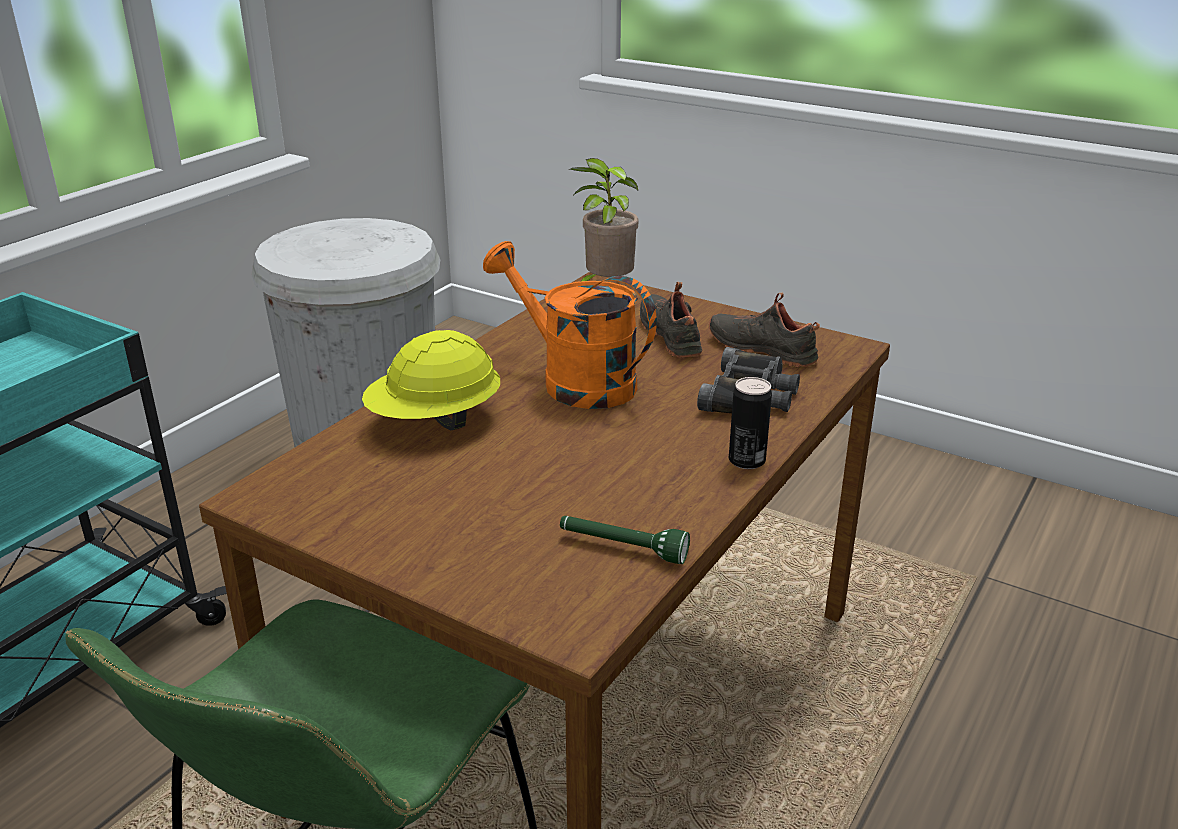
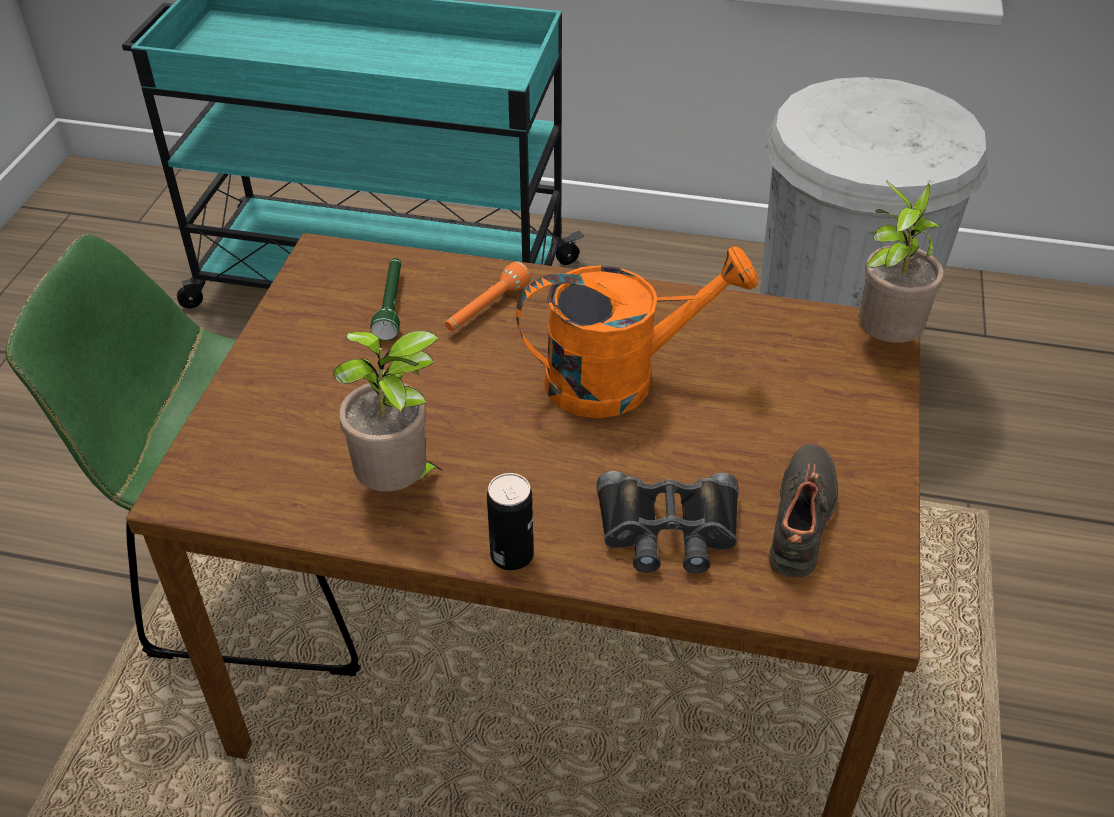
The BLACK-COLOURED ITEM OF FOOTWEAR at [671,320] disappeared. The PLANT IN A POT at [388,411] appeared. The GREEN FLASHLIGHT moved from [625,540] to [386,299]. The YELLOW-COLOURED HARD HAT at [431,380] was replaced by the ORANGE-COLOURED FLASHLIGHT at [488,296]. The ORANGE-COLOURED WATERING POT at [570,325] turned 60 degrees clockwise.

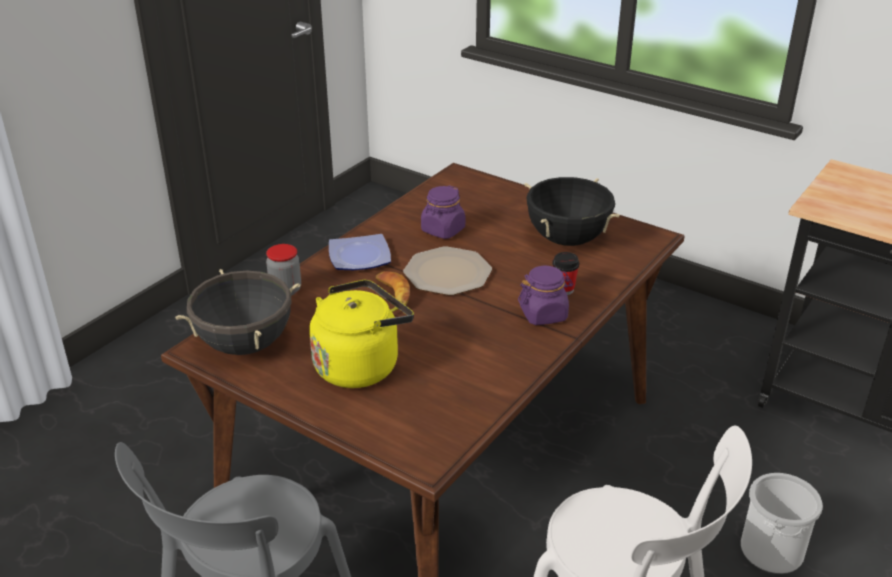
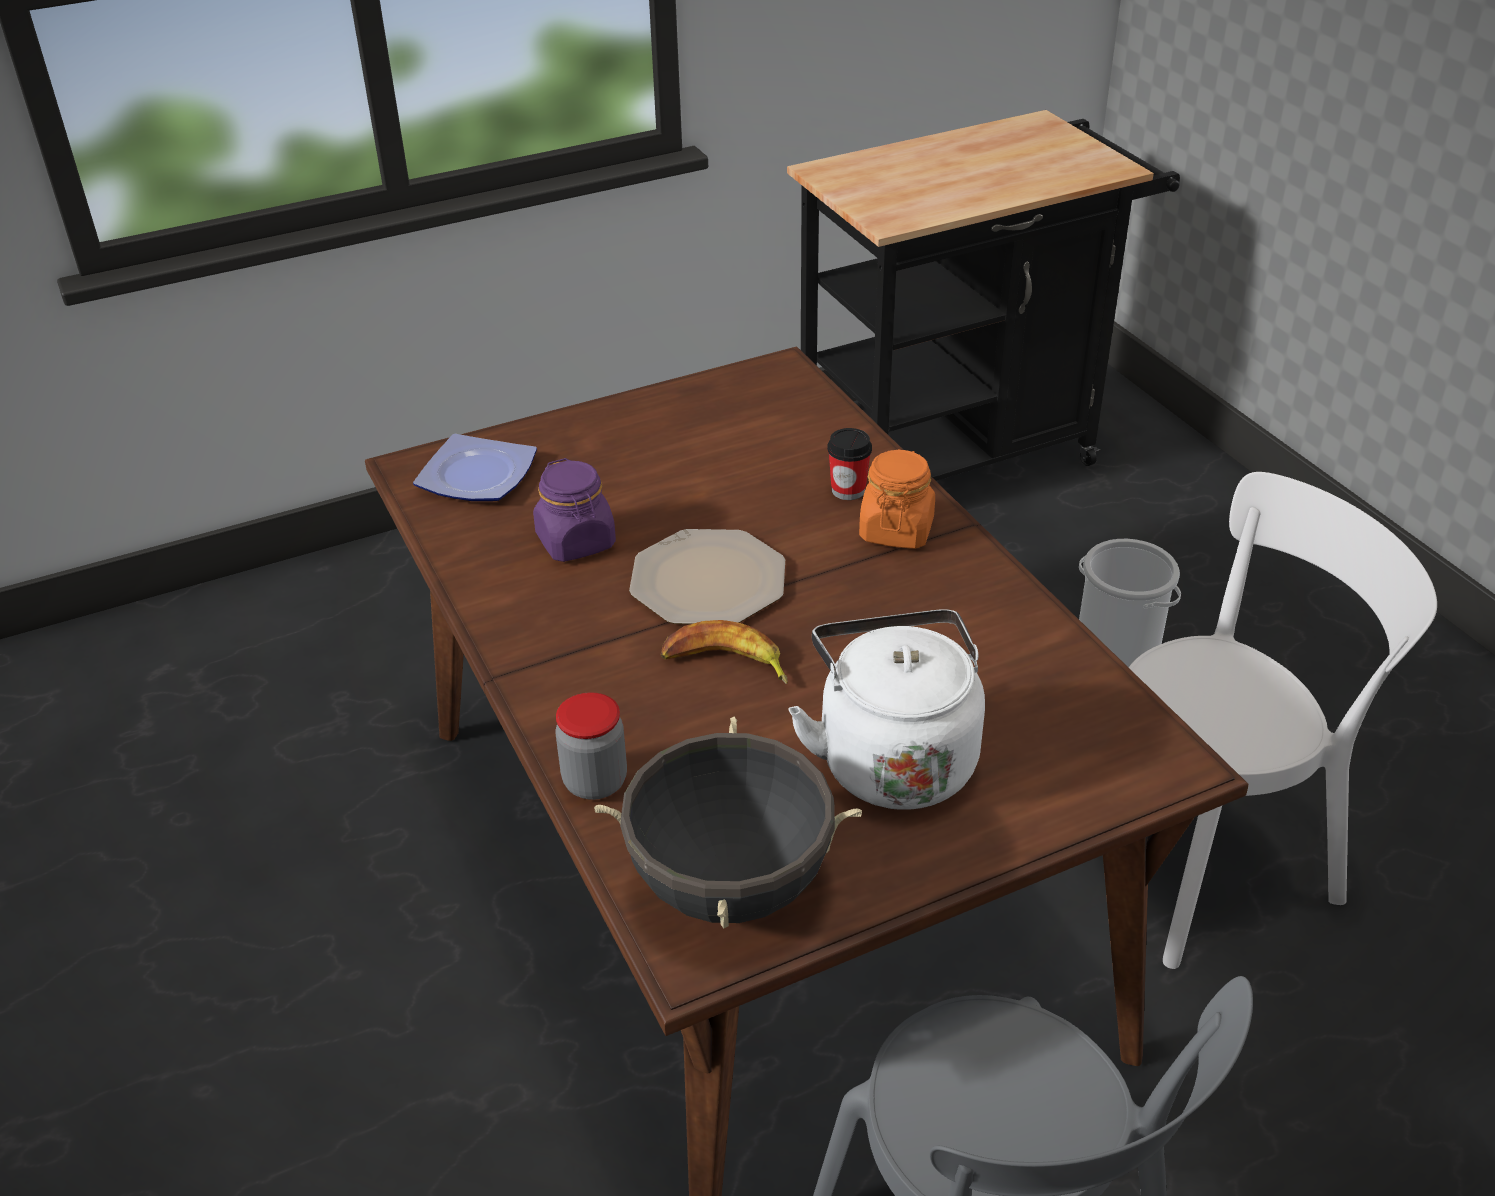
The BLACK-COLOURED SAUCEPOT at [572,211] disappeared. The PLATE moved from [360,252] to [475,467]. The YELLOW-COLOURED TEA KETTLE at [361,334] became the WHITISH TEA KETTLE at [886,709]. The PURPLISH STORAGE JAR at [545,295] became the ORANGE-COLOURED STORAGE JAR at [897,499].

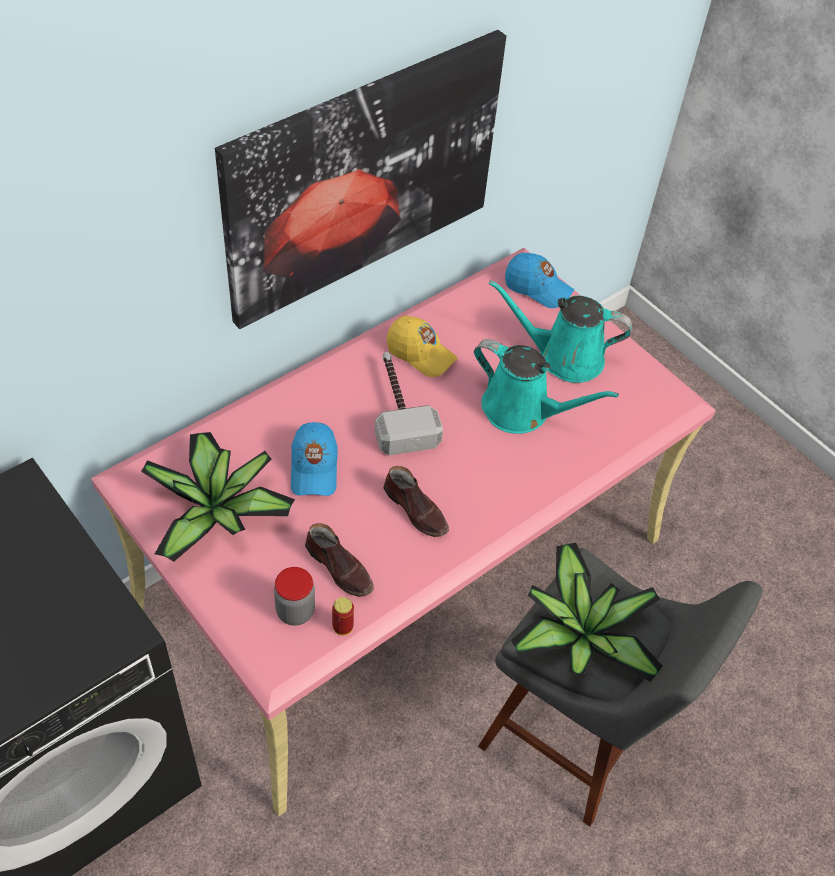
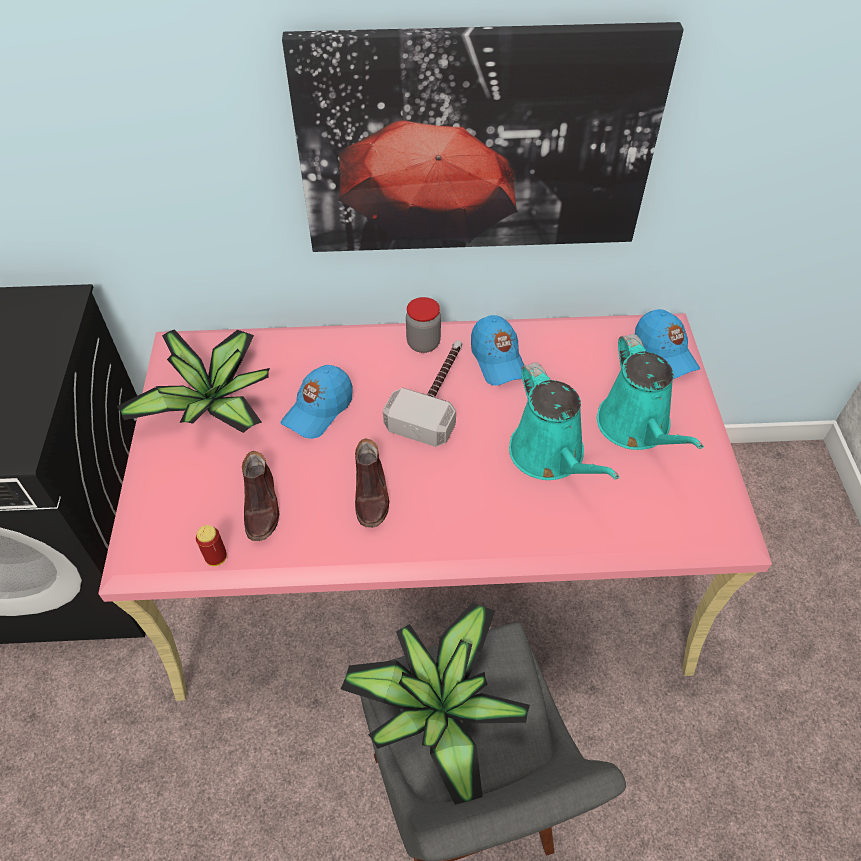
The STORAGE JAR moved from [294,596] to [423,325]. The YELLOW-COLOURED PEAKED CAP at [422,346] became the BLUE-COLOURED PEAKED CAP at [498,350]. The BLUE-GREEN WATERING POT at [560,331] turned 150 degrees counterclockwise.

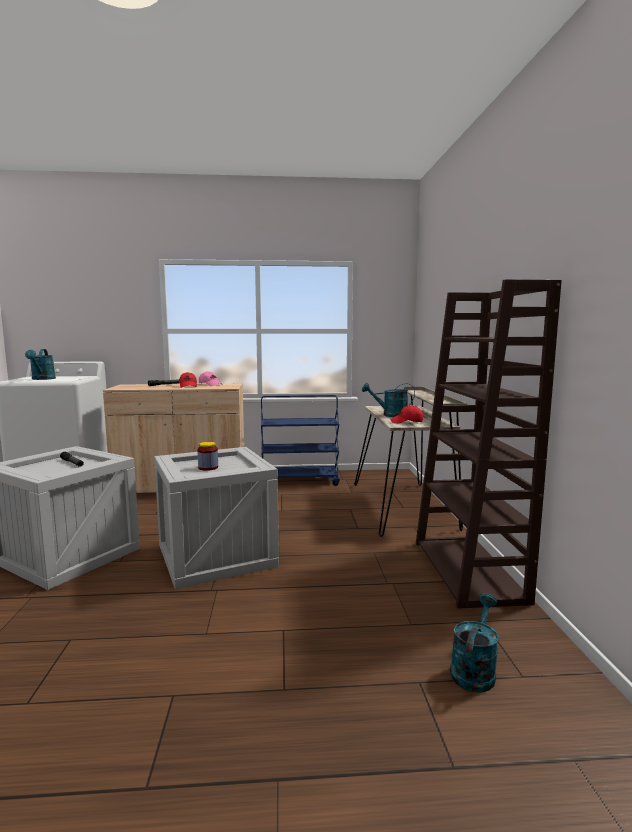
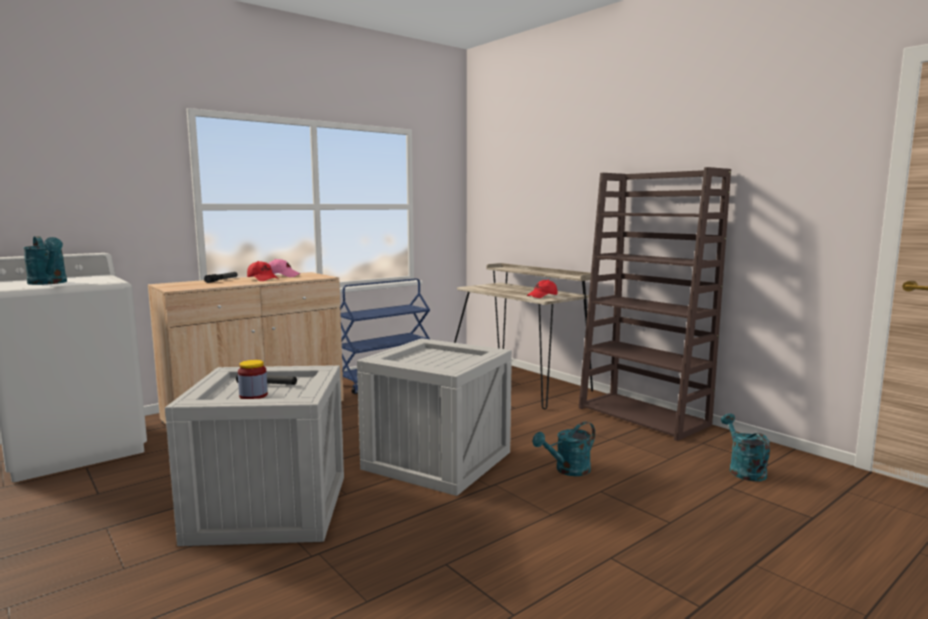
The STORAGE JAR moved from [208,456] to [253,379]. The BLUE-GREEN WATERING POT moved from [388,400] to [564,449].

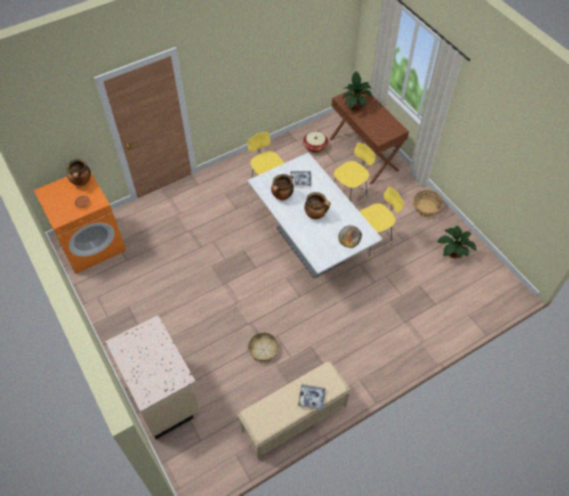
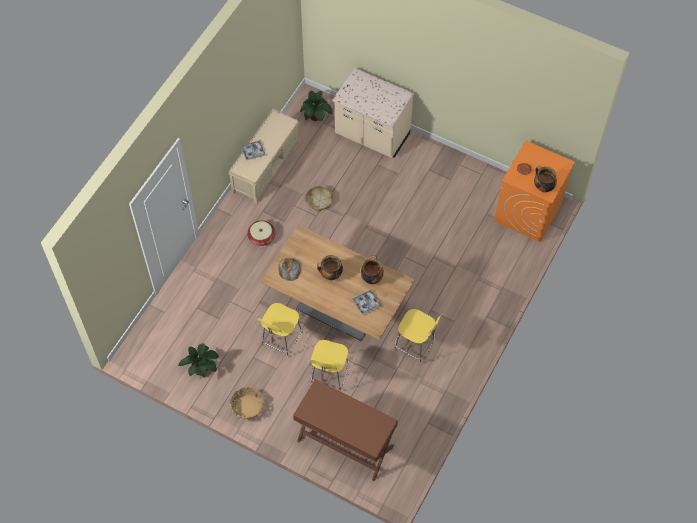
The HOUSEHOLD BASKET moved from [315,142] to [261,233]. The PLANT IN A POT moved from [357,91] to [316,106]. The WHITISH DINING TABLE at [315,215] became the BROWN DINING TABLE at [337,283].

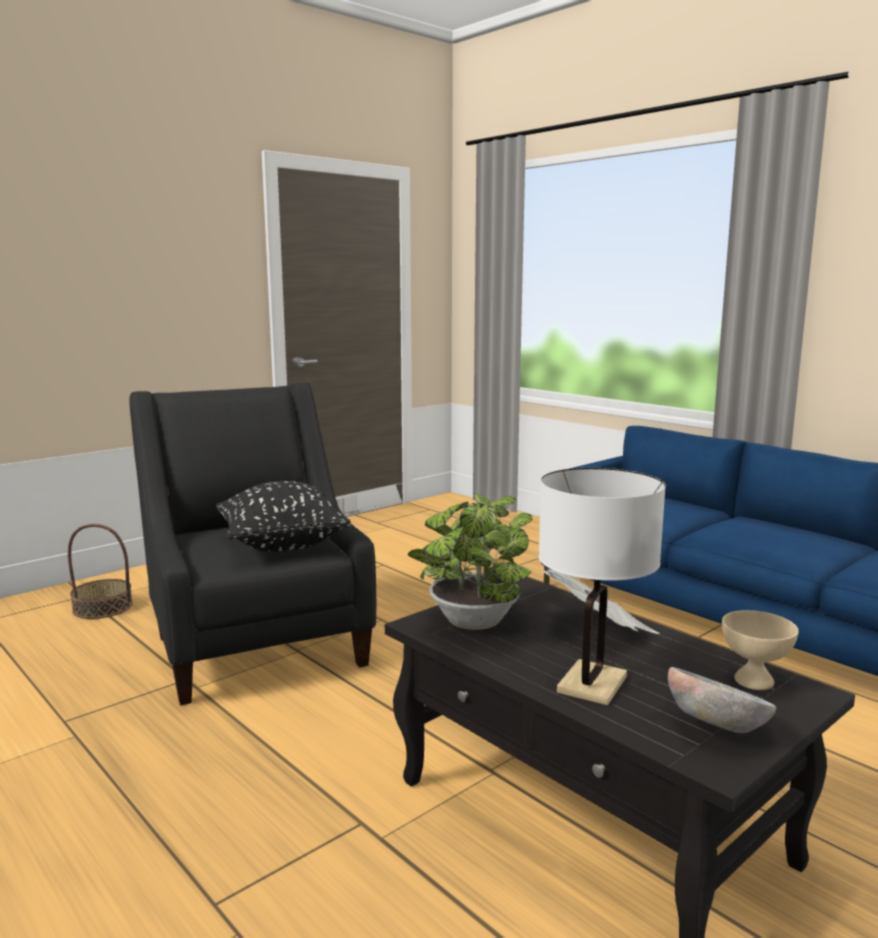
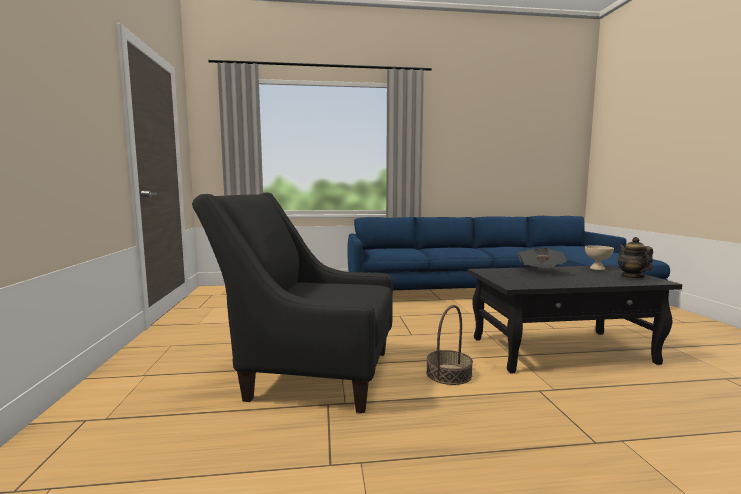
The BLACK-COLOURED PILLOW at [283,516] disappeared. The PLANT IN A POT at [470,561] disappeared. The WHITISH LAMP FOR A TABLE at [602,587] disappeared. The HOUSEHOLD BASKET moved from [100,571] to [449,345]. The BOWL at [722,700] was replaced by the TEA POT at [635,258].

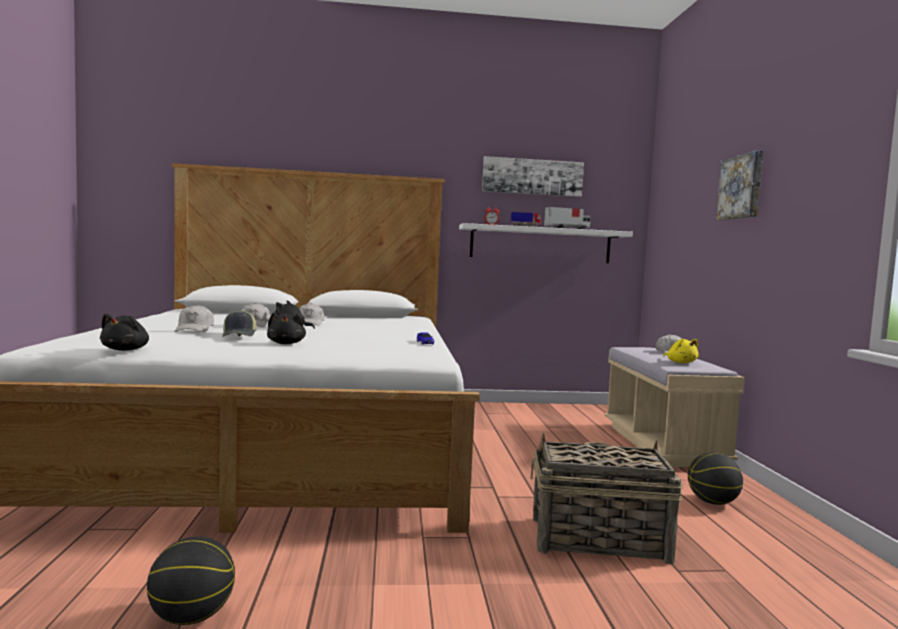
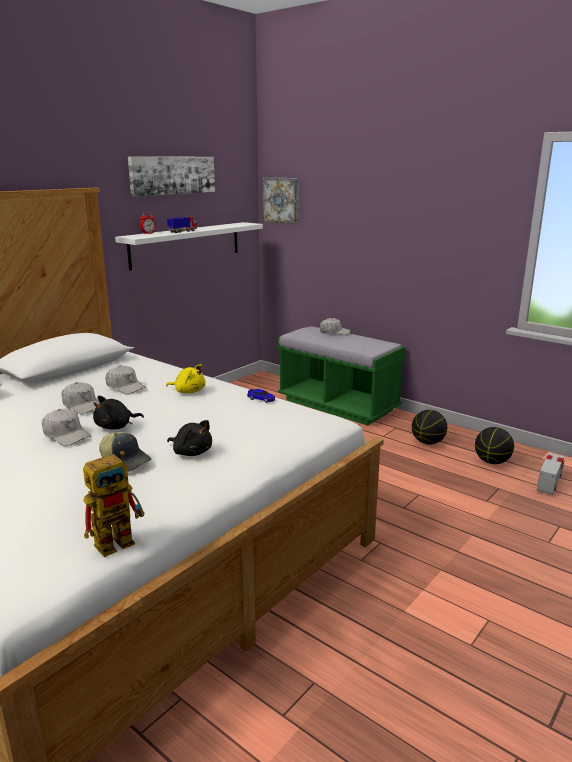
The HOUSEHOLD BASKET at [607,498] disappeared. The BASKETBALL moved from [191,580] to [494,445]. The WHITISH PEAKED CAP moved from [194,318] to [126,380]. The TOY LORRY moved from [567,218] to [551,474]. The YELLOW-COLOURED SOFT TOY moved from [681,350] to [186,378]. The WALL ART moved from [739,185] to [281,200]. The BLACK-COLOURED SOFT TOY at [124,332] was replaced by the ROBOT FIGURE at [113,504]. The SAND-COLOURED BENCH at [675,407] became the GREEN BENCH at [342,375].

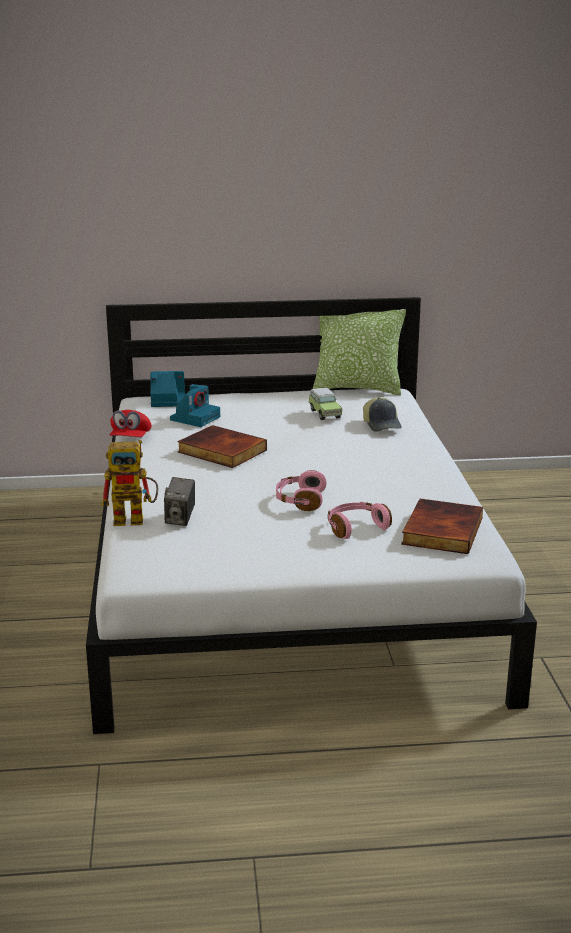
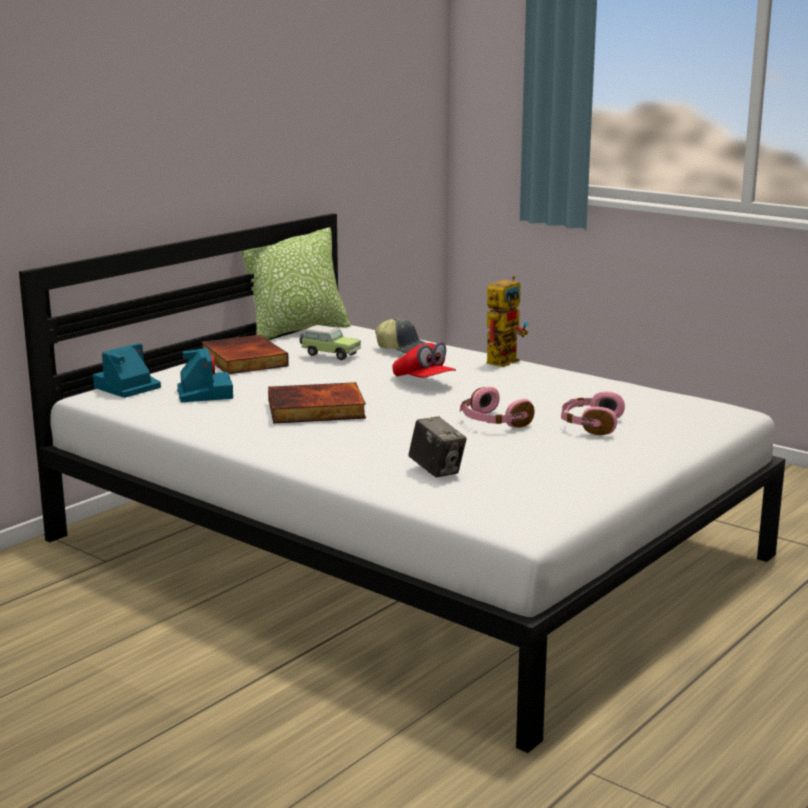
The ROBOT FIGURE moved from [129,483] to [508,321]. The RED-COLOURED PEAKED CAP moved from [131,423] to [424,360]. The VOLUME moved from [442,526] to [245,354].

